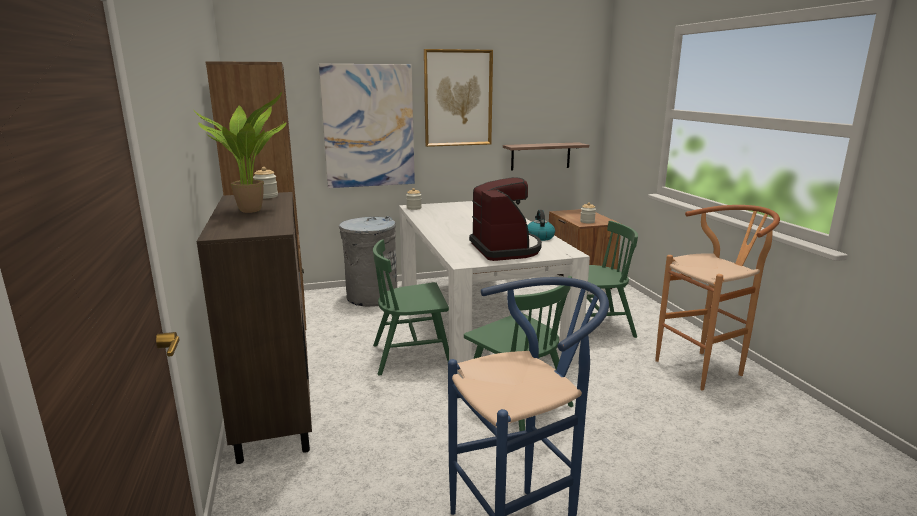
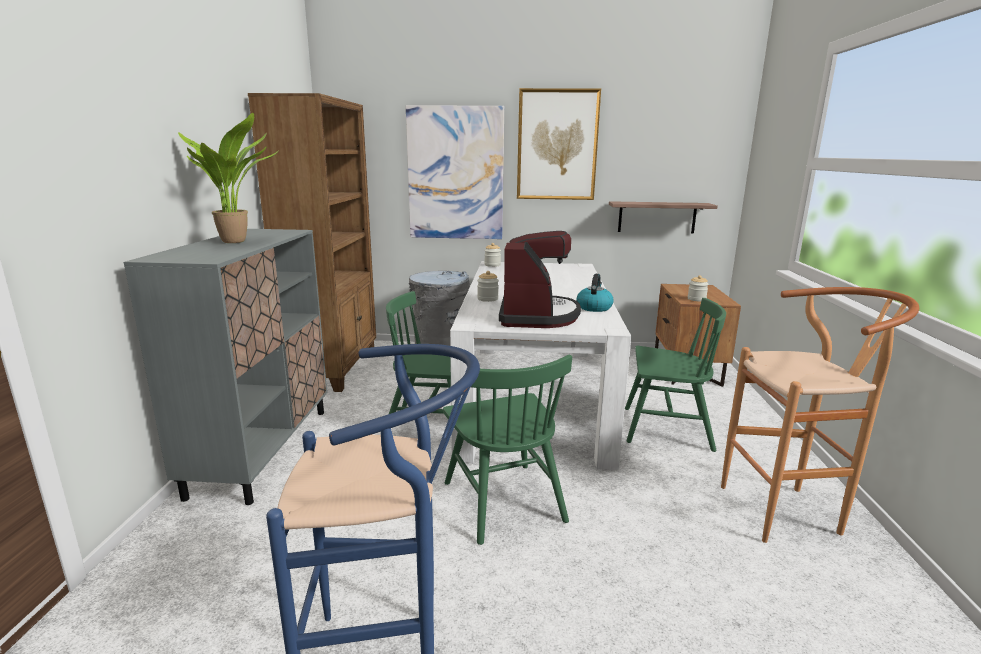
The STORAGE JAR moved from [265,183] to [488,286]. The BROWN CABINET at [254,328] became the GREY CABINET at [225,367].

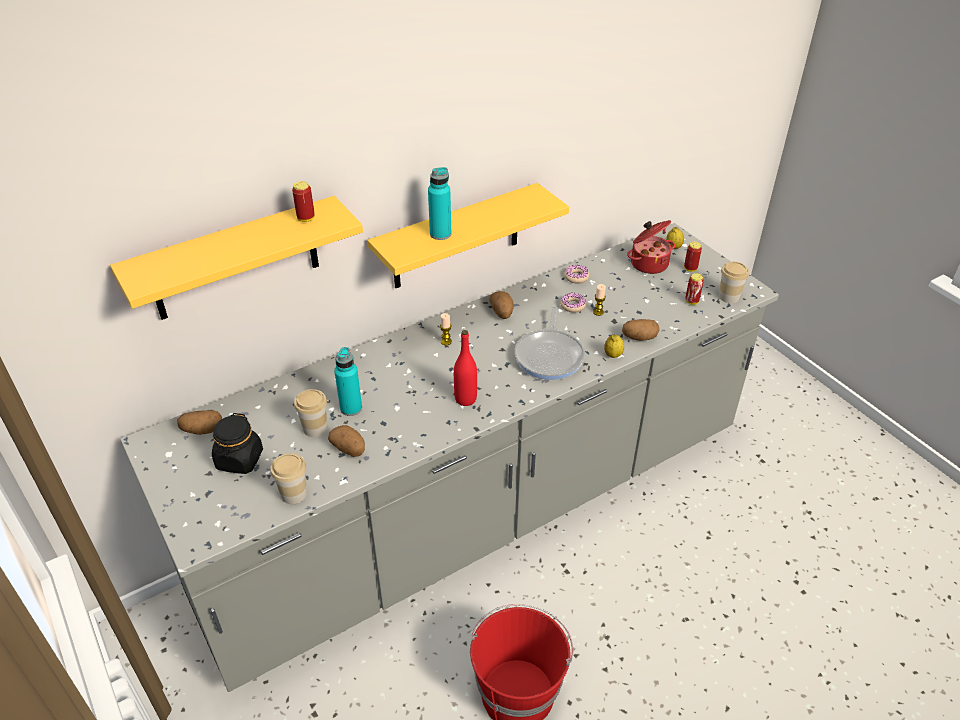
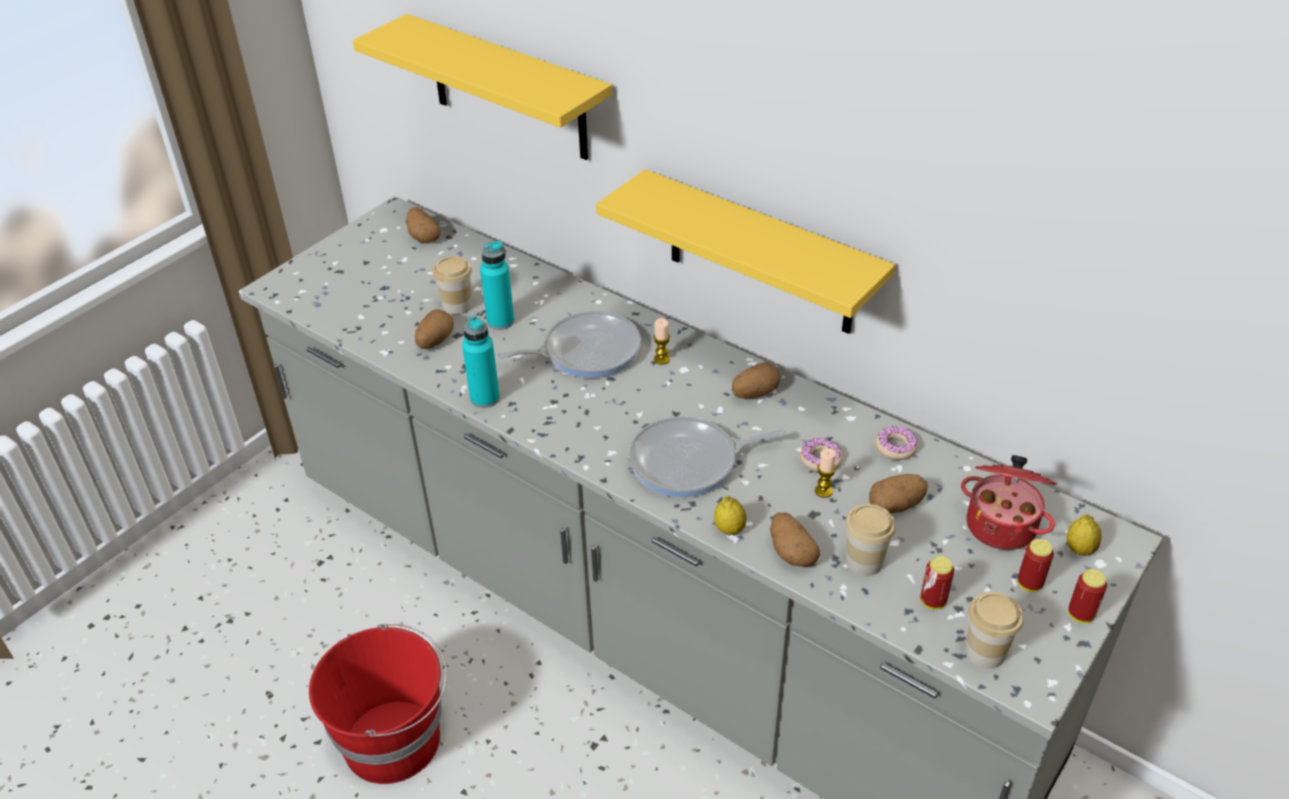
The BLACK-COLOURED STORAGE JAR at [237,443] disappeared. The RED-COLOURED DRINK BOTTLE at [465,368] disappeared. The SKILLET at [568,344] appeared. The SPUD at [898,493] appeared. The DRINKING CUP moved from [289,478] to [870,540]. The SEALED CAN moved from [303,201] to [1087,596]. The BLUE-GREEN DRINK BOTTLE moved from [439,203] to [481,362].

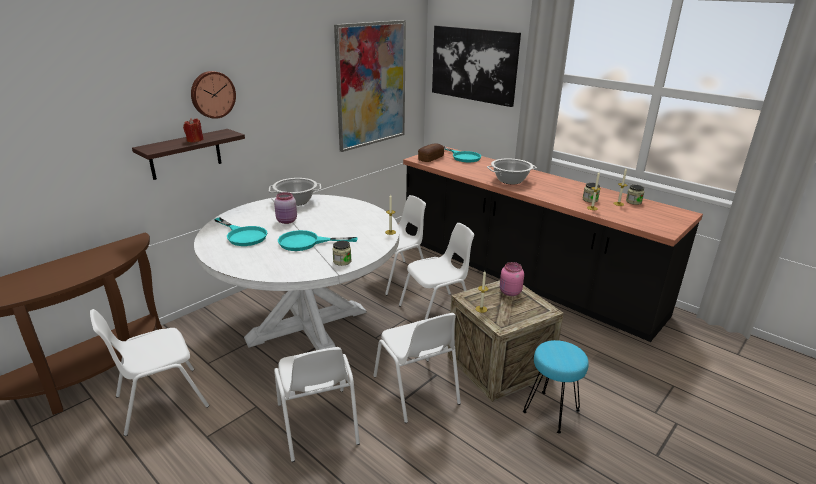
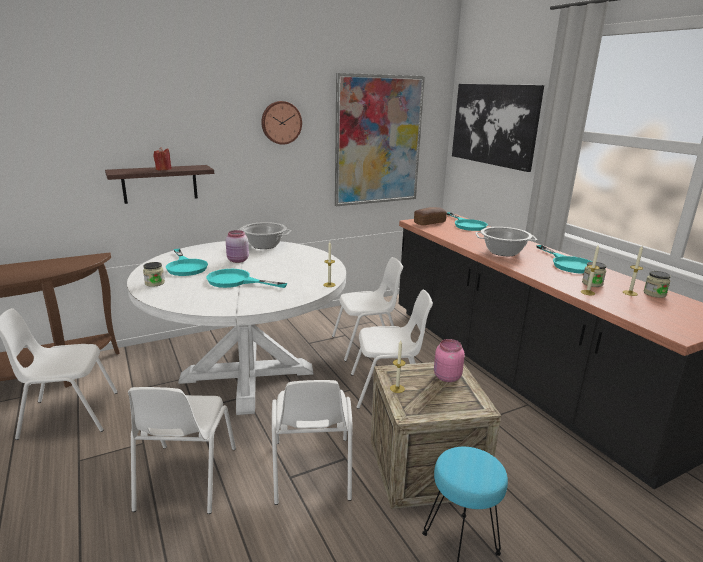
The BLUE-GREEN SKILLET at [564,259] appeared. The WALL CLOCK moved from [213,95] to [281,123]. The STORAGE JAR moved from [341,253] to [154,274].

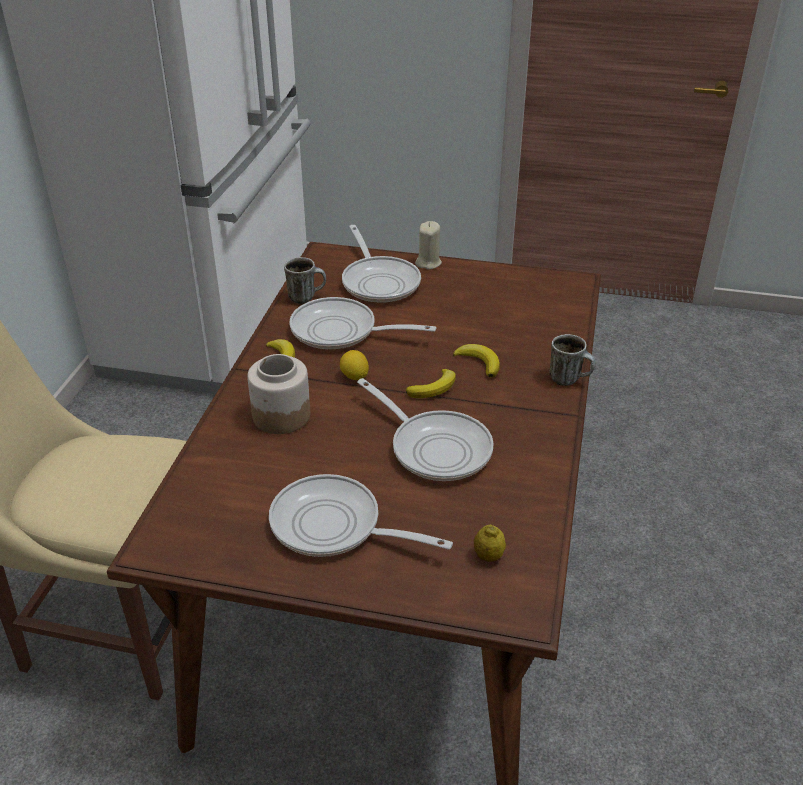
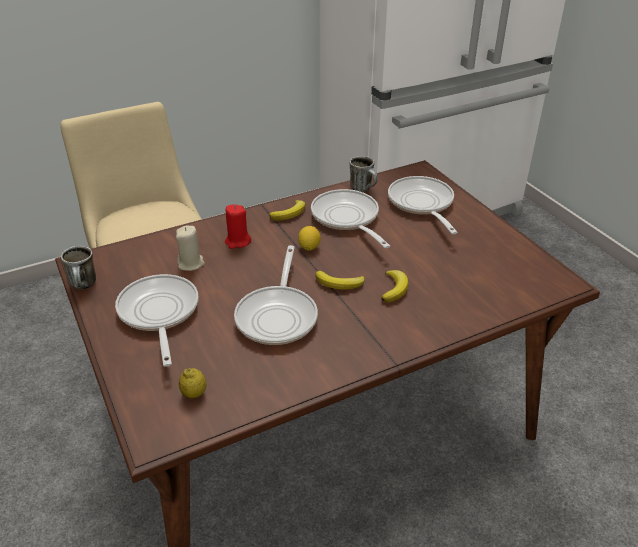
The SAND-COLOURED CANDLE moved from [428,245] to [190,248]. The MUG moved from [573,360] to [78,267]. The STORAGE JAR at [278,394] was replaced by the RED-COLOURED CANDLE at [238,226]. The SKILLET at [381,264] turned 135 degrees clockwise.

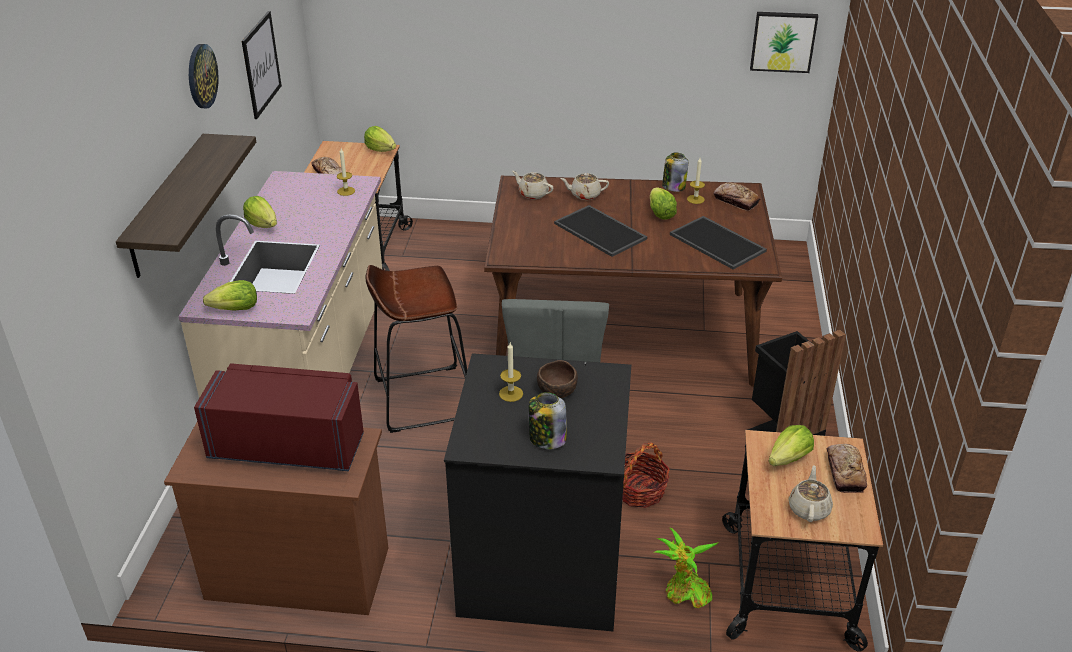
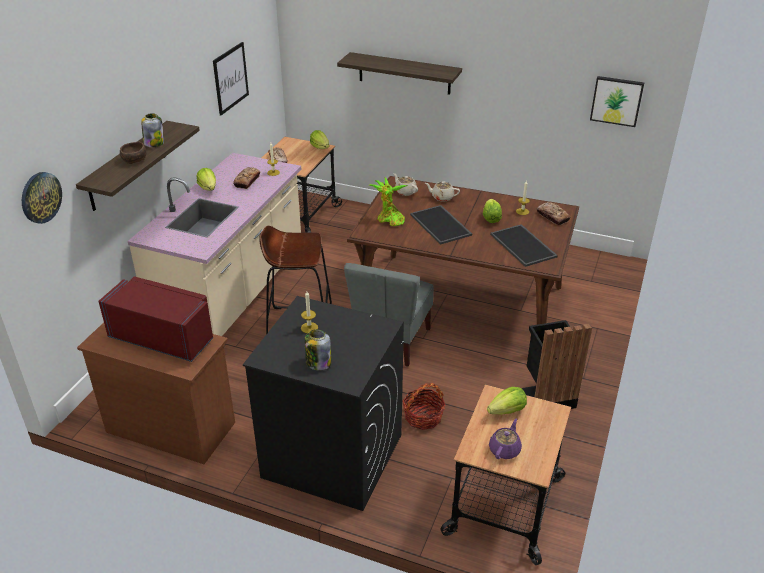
The LETTUCE HEAD at [230,295] disappeared. The SHELF at [399,73] appeared. The WALL CLOCK moved from [204,76] to [42,198]. The BROWN BOWL moved from [557,379] to [133,153]. The PLANT IN A POT moved from [686,568] to [388,201]. The STORAGE JAR moved from [675,172] to [152,130]. The BAKERY BREAD moved from [847,468] to [246,178]. The SAND-COLOURED TEA POT at [810,493] became the PURPLISH TEA POT at [505,438].

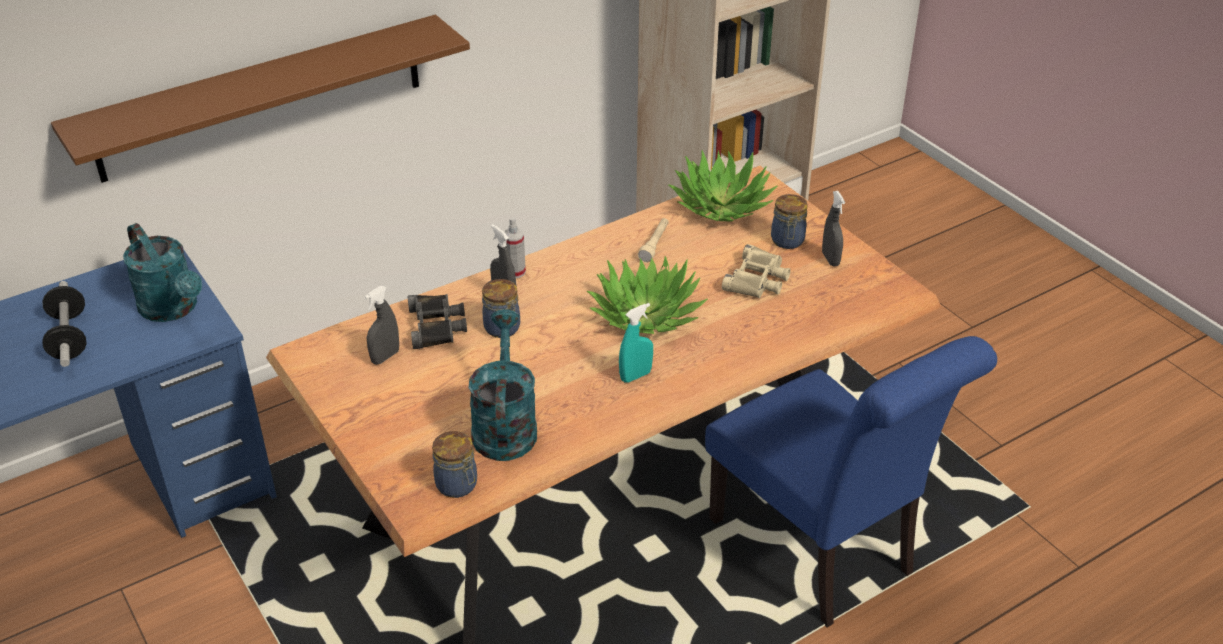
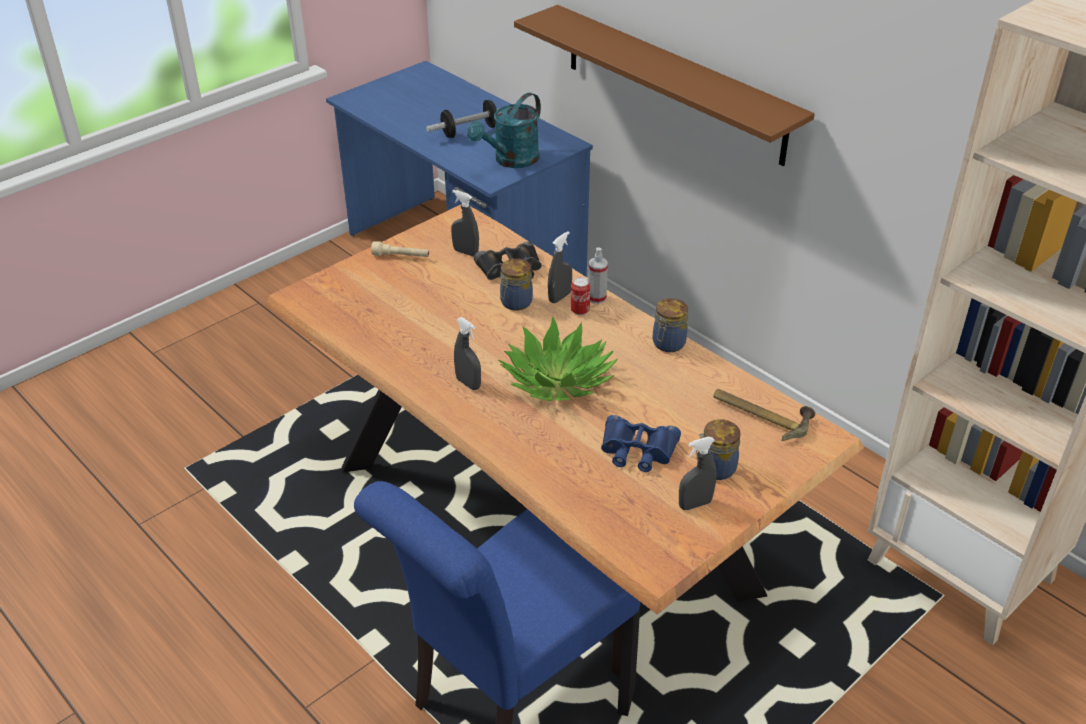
The BLUE-GREEN WATERING POT at [502,385] disappeared. The SEALED CAN at [580,296] appeared. The STORAGE JAR moved from [454,464] to [670,325]. The SAND-COLOURED FLASHLIGHT moved from [653,240] to [400,249]. The PLANT IN A POT at [723,185] was replaced by the TOOL HAMMER at [764,415]. The BLUE-GREEN HAND SPRAYER at [636,343] became the GREY HAND SPRAYER at [467,353]. The SAND-COLOURED PAIR OF BINOCULARS at [756,271] became the BLUE-COLOURED PAIR OF BINOCULARS at [641,443].

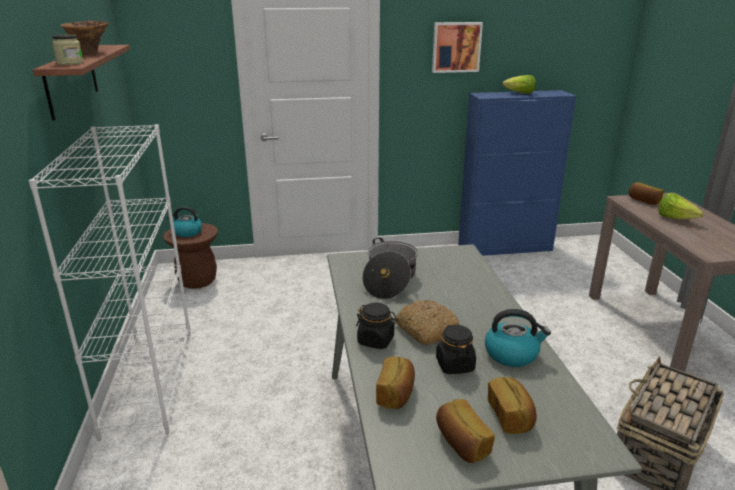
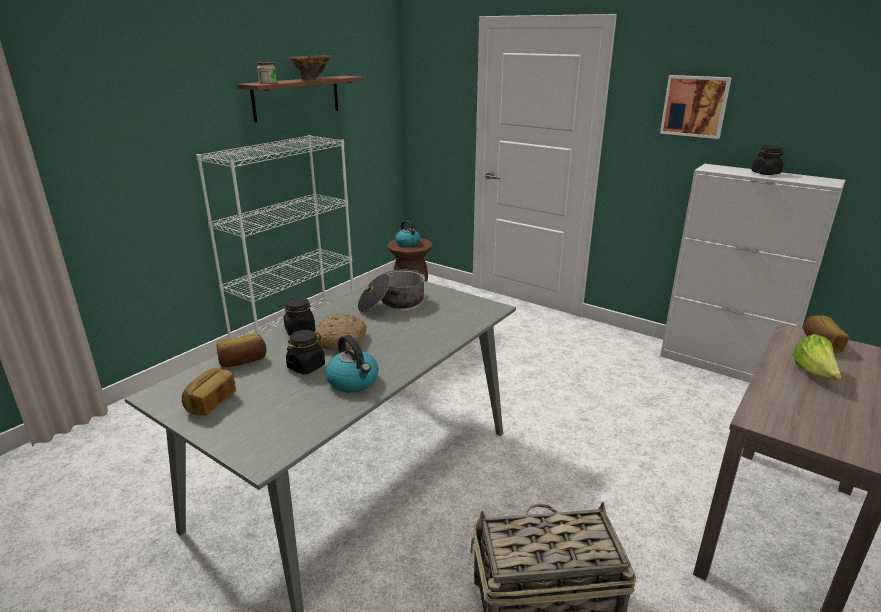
The BAKERY BREAD at [512,405] disappeared. The LETTUCE HEAD at [519,84] was replaced by the BLACK-COLOURED STORAGE JAR at [767,160]. The BLUE-COLOURED CABINET at [517,173] became the WHITISH CABINET at [752,273].

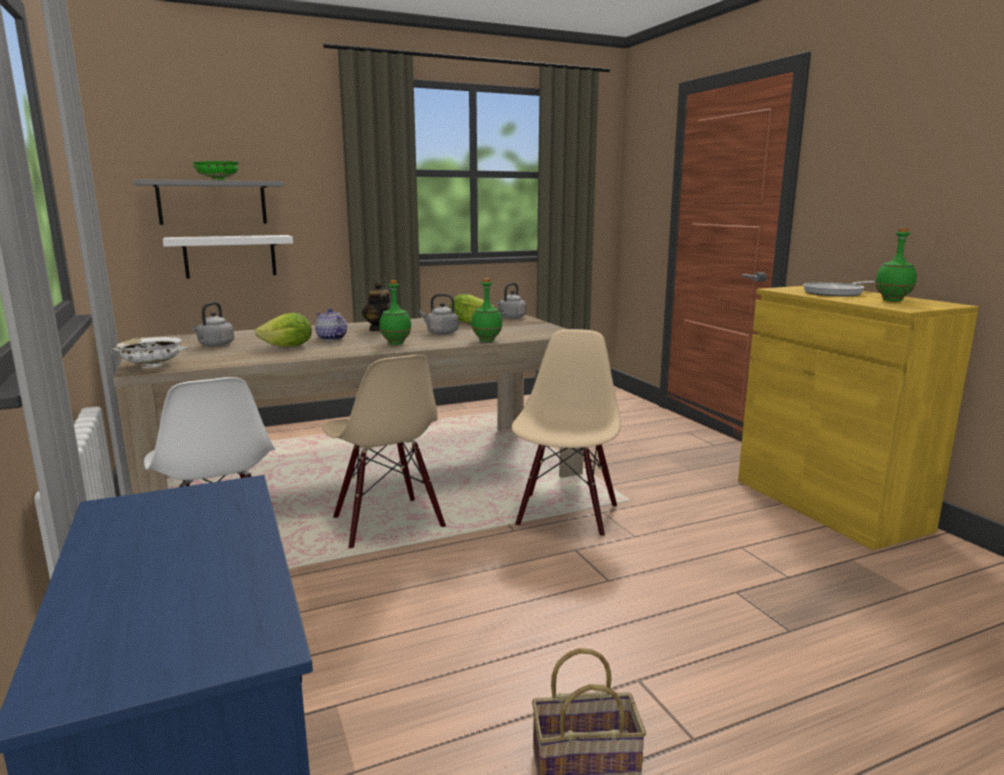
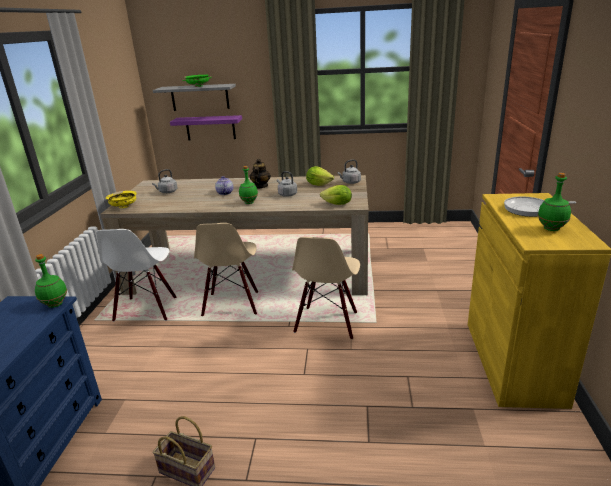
The LETTUCE HEAD moved from [283,330] to [336,195]. The GREEN DRINK BOTTLE moved from [486,310] to [51,281]. The WHITISH BOWL at [150,352] became the YELLOW-COLOURED BOWL at [121,199]. The WHITISH SHELF at [228,257] became the PURPLISH SHELF at [206,128]. The SAND-COLOURED PLAIN CHAIR at [566,433] turned 150 degrees clockwise.

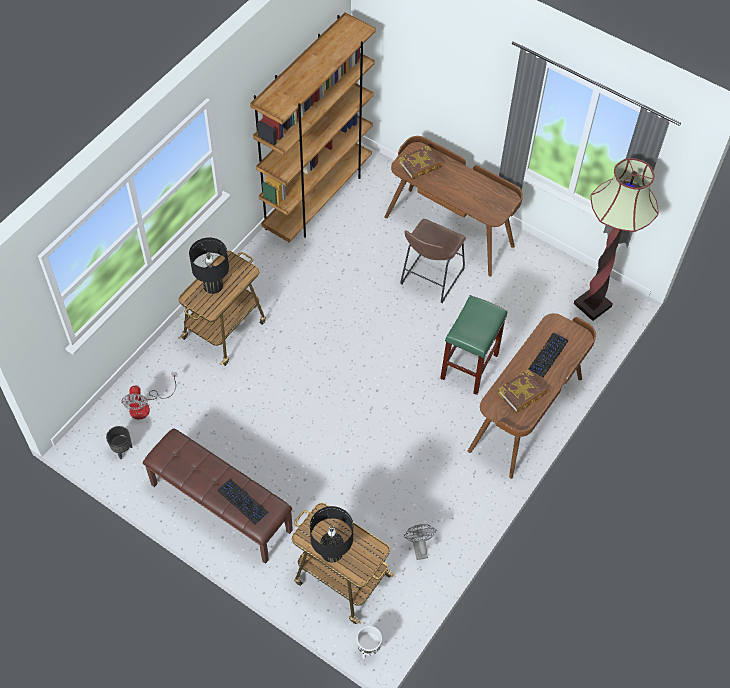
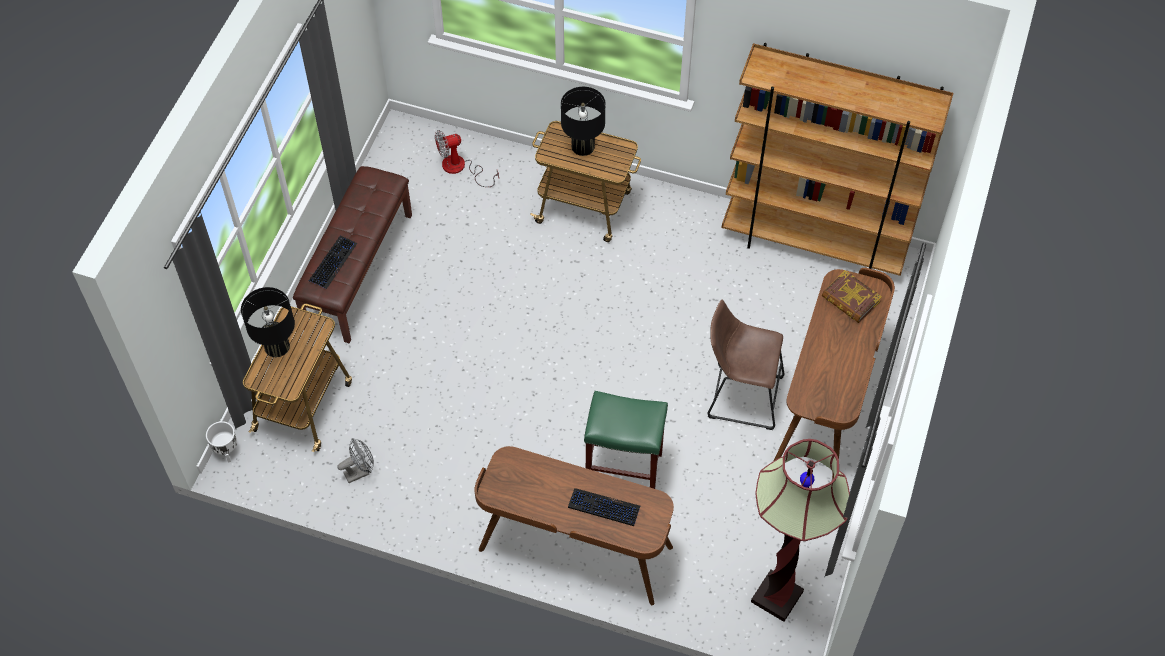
The BLACK-COLOURED FLOWER POT at [119,442] disappeared. The VOLUME at [522,391] disappeared.

